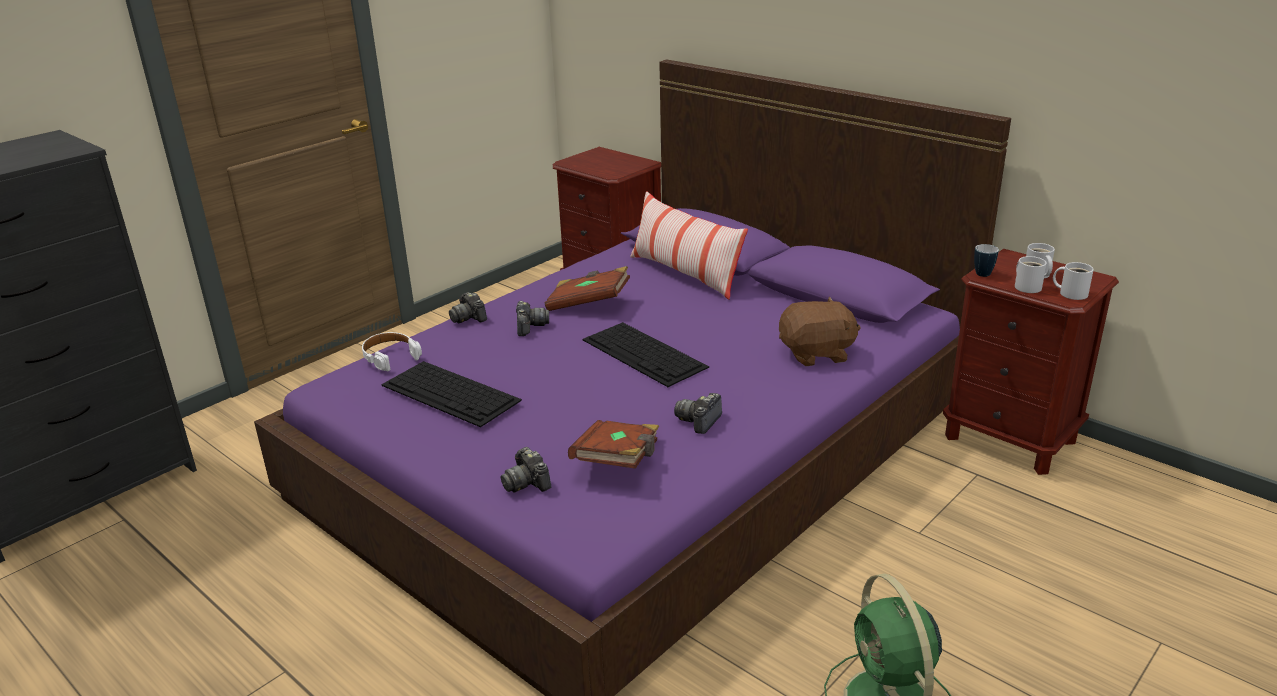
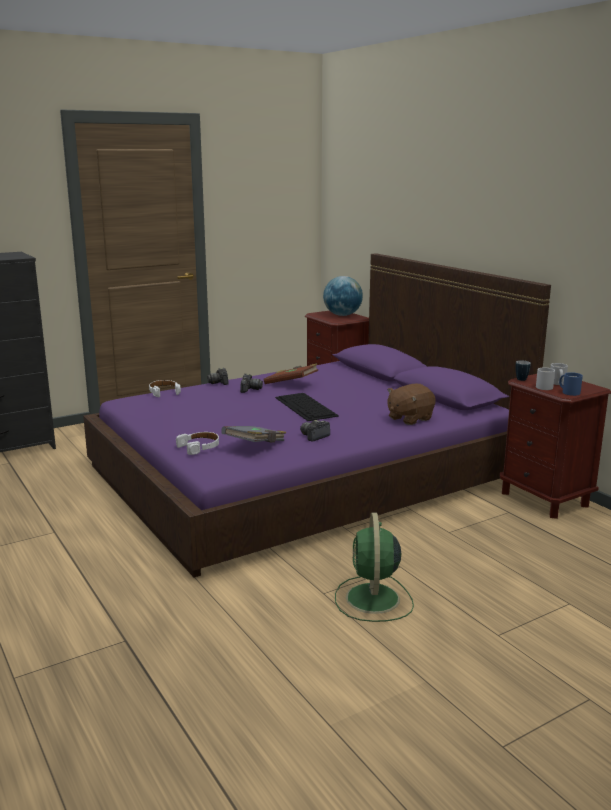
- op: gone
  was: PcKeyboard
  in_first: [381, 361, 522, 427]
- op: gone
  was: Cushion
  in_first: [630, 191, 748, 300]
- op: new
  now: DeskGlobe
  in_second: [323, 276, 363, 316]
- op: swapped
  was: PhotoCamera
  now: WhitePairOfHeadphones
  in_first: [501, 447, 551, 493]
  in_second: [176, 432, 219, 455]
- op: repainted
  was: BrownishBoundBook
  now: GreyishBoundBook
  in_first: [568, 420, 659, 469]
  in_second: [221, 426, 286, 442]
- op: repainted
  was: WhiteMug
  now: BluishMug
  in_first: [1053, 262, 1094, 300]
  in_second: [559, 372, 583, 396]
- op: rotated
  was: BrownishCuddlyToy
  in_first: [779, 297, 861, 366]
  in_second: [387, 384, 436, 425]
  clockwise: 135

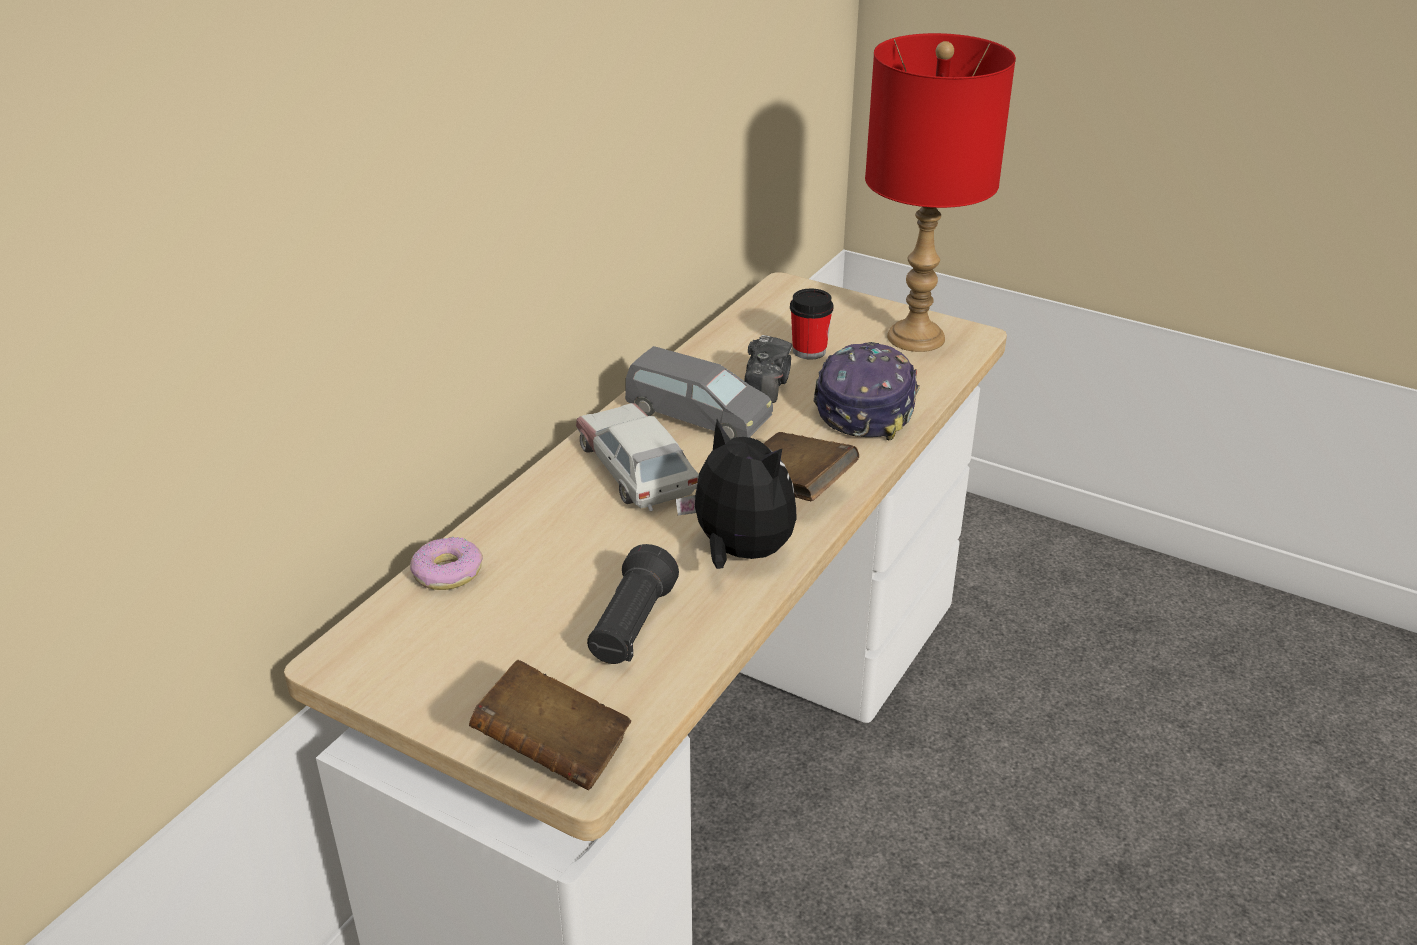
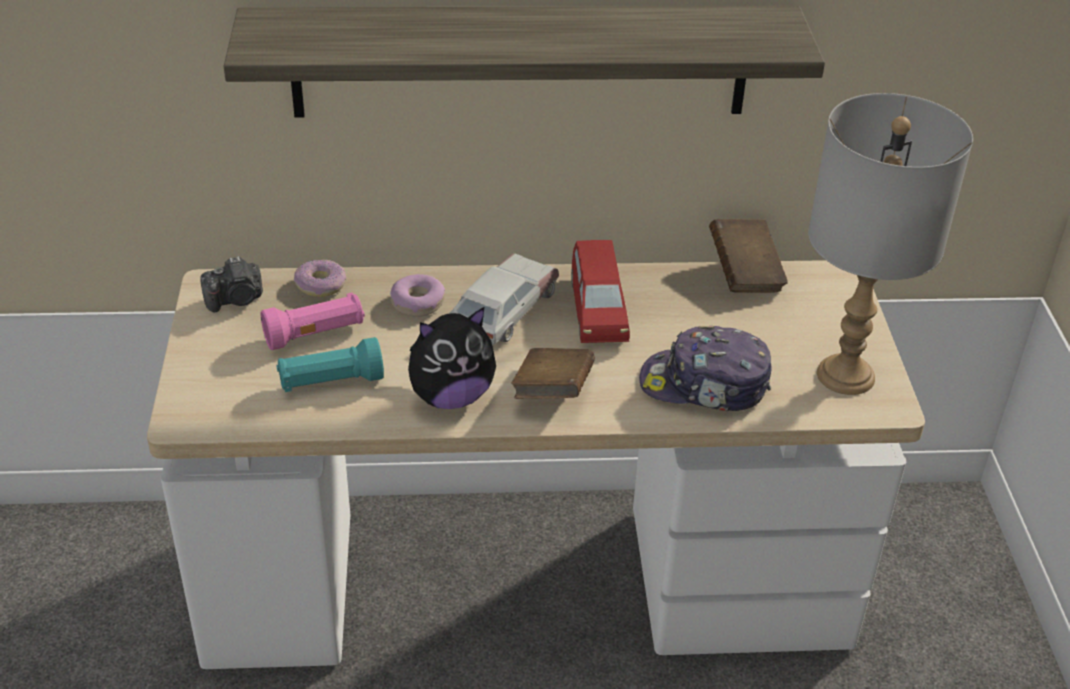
- op: gone
  was: DrinkingCup
  in_first: [790, 288, 833, 360]
- op: new
  now: WallShelf
  in_second: [224, 6, 825, 117]
- op: new
  now: PinkFlashlight
  in_second: [261, 293, 365, 350]
- op: new
  now: RingDoughnut
  in_second: [390, 274, 445, 317]
- op: shifted
  was: BrownishBoundBook
  in_first: [469, 660, 631, 791]
  in_second: [709, 219, 788, 293]
- op: shifted
  was: PhotoCamera
  in_first: [744, 335, 792, 403]
  in_second: [200, 256, 263, 312]
- op: repainted
  was: BlackFlashlight
  now: TurquoiseColouredFlashlight
  in_first: [587, 544, 679, 664]
  in_second: [276, 337, 384, 392]
- op: repainted
  was: GreyishMiniatureCar
  now: RedColouredMiniatureCar
  in_first: [625, 346, 773, 440]
  in_second: [571, 240, 630, 343]
- op: repainted
  was: RedColouredTabletopLamp
  now: GreyishTabletopLamp
  in_first: [865, 33, 1016, 352]
  in_second: [808, 93, 973, 395]
- op: rotated
  was: CuddlyToy
  in_first: [676, 419, 797, 569]
  in_second: [408, 307, 496, 409]
  clockwise: 60
- op: rotated
  was: PeakedCap
  in_first: [814, 342, 919, 441]
  in_second: [639, 326, 772, 411]
  clockwise: -150

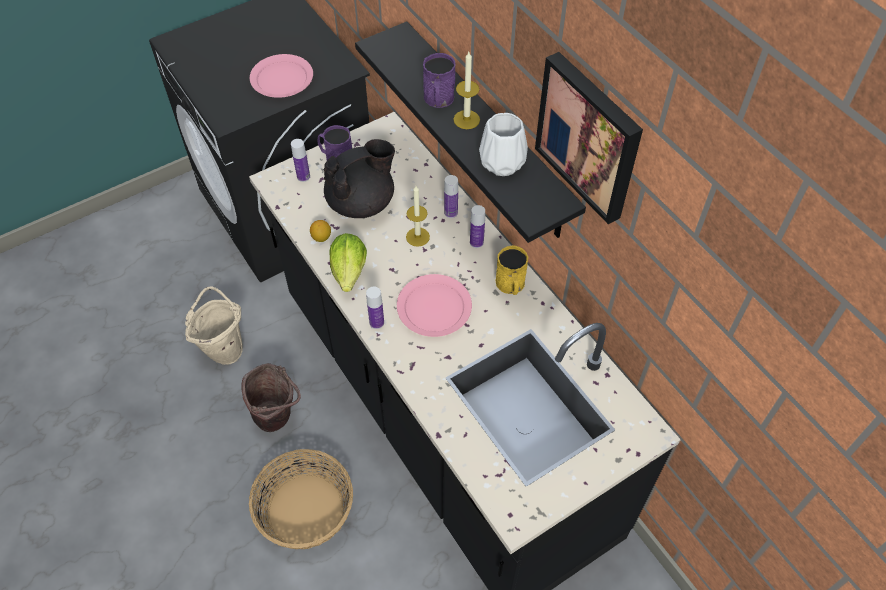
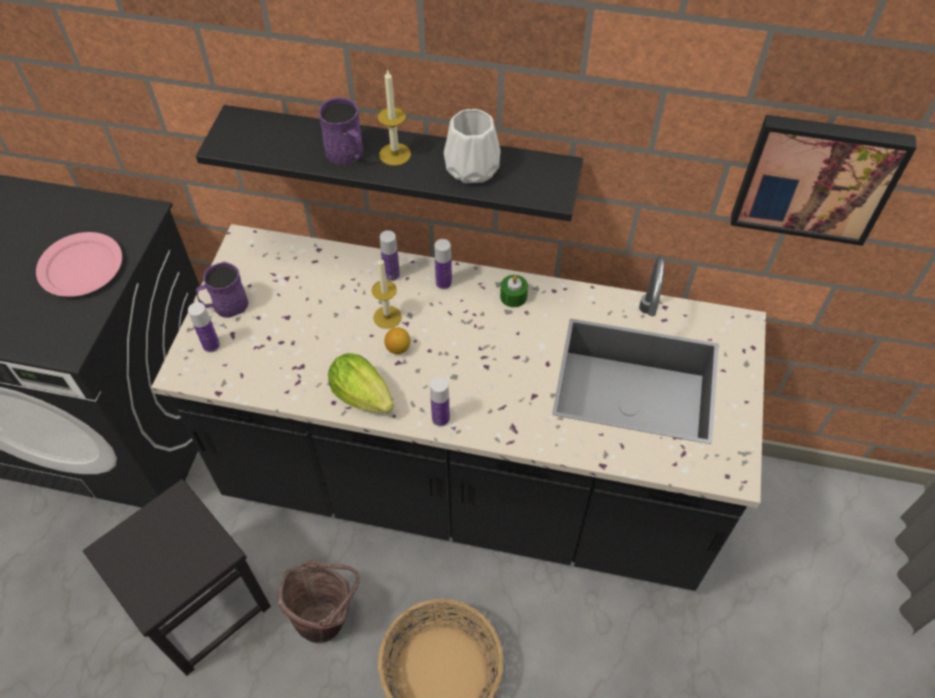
- op: gone
  was: BlackTeaPot
  in_first: [324, 139, 395, 218]
- op: gone
  was: PinkPlate
  in_first: [397, 274, 472, 337]
- op: shifted
  was: Lemon
  in_first: [310, 220, 331, 242]
  in_second: [384, 327, 410, 354]
- op: shifted
  was: Picture
  in_first: [535, 52, 643, 224]
  in_second: [731, 115, 917, 246]
- op: swapped
  was: SandColouredBucket
  now: BlackStool
  in_first: [185, 287, 243, 365]
  in_second: [83, 479, 271, 676]
- op: swapped
  was: YellowMug
  now: GreenWaxLight
  in_first: [496, 245, 528, 295]
  in_second: [500, 275, 528, 307]

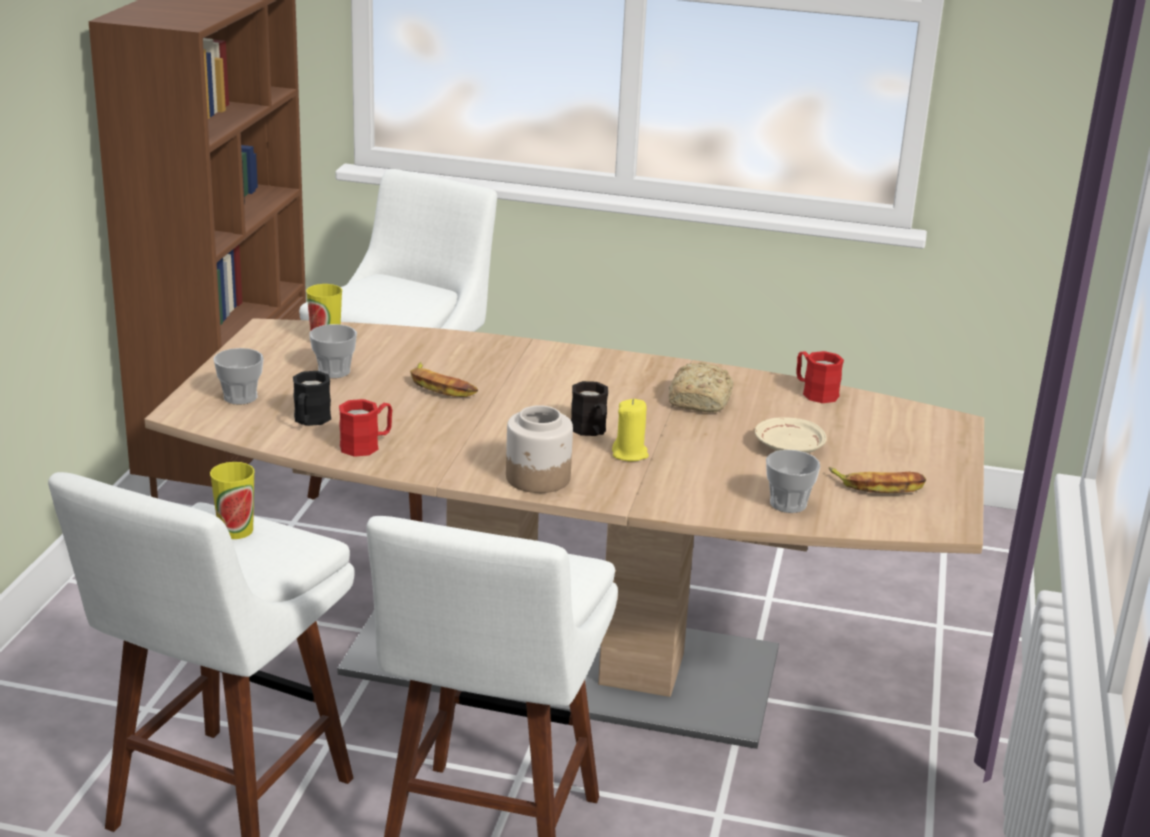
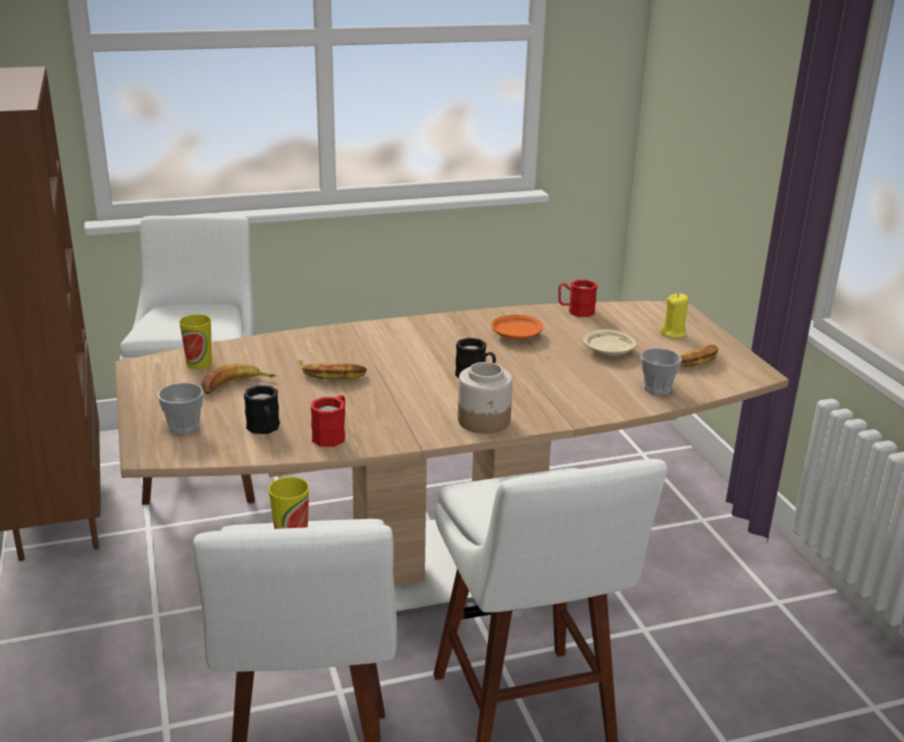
- op: shifted
  was: YellowWaxLight
  in_first: [612, 399, 649, 462]
  in_second: [660, 293, 689, 338]
- op: swapped
  was: DrinkingCup
  now: WholeBanana
  in_first: [309, 324, 357, 378]
  in_second: [201, 364, 276, 394]
- op: swapped
  was: BakedBread
  now: OrangeColouredPlate
  in_first: [669, 362, 733, 413]
  in_second: [491, 315, 543, 339]

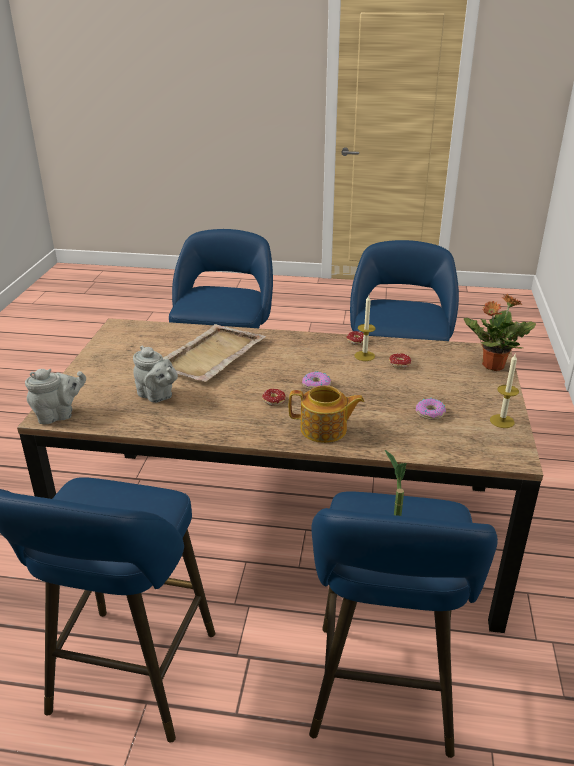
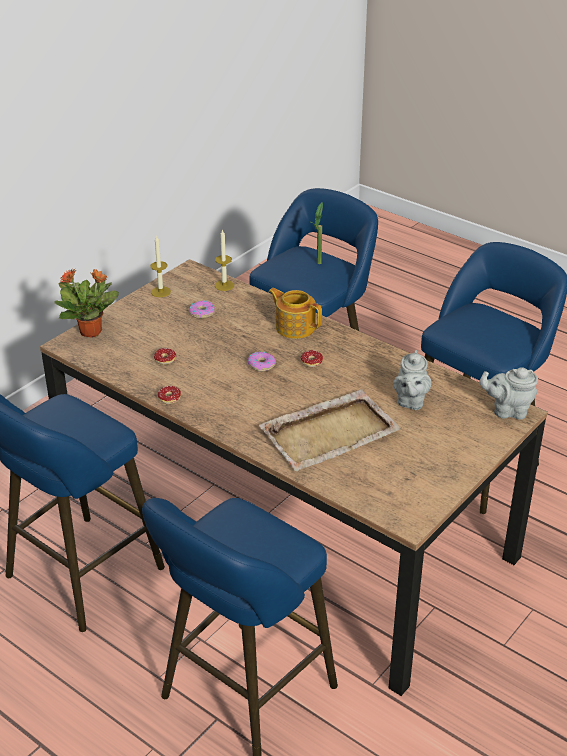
- op: shifted
  was: WaxLight
  in_first: [355, 296, 376, 361]
  in_second: [215, 229, 234, 291]
- op: rotated
  was: GreyishTeaPot
  in_first: [133, 345, 178, 403]
  in_second: [393, 350, 431, 410]
  clockwise: -150

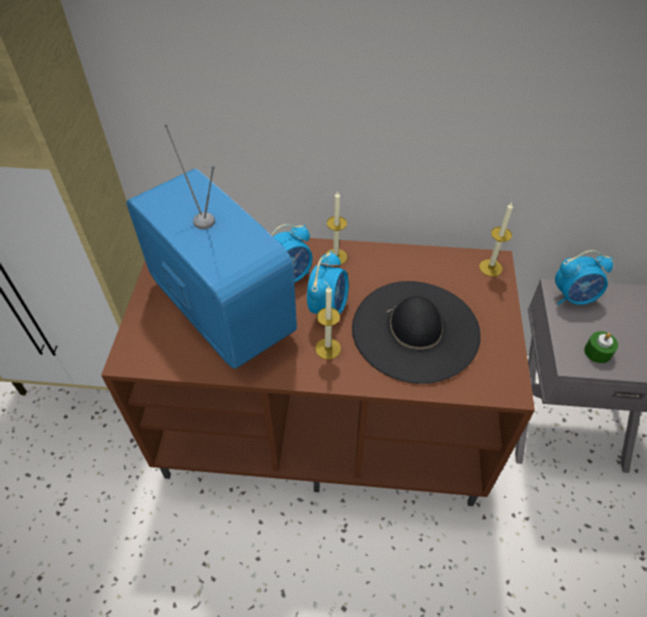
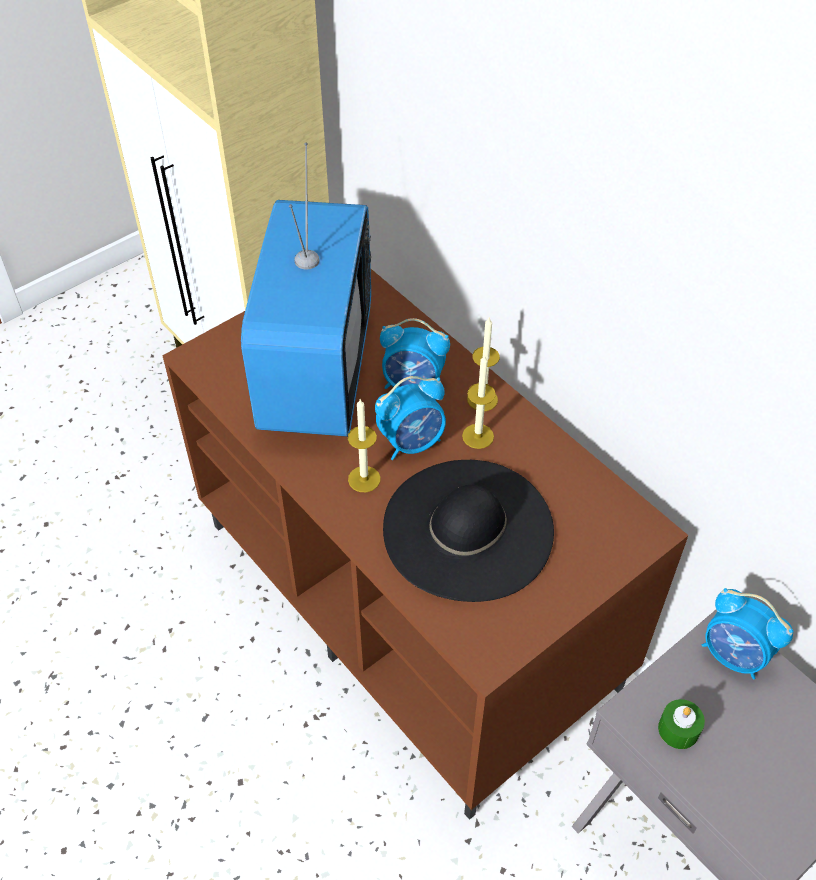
- op: shifted
  was: WaxLight
  in_first: [479, 202, 513, 277]
  in_second: [462, 354, 496, 449]

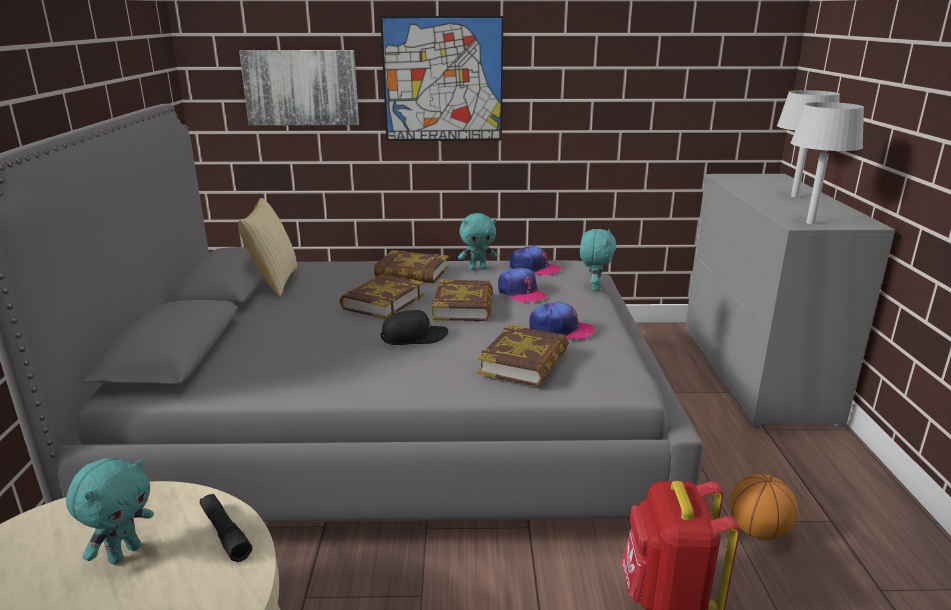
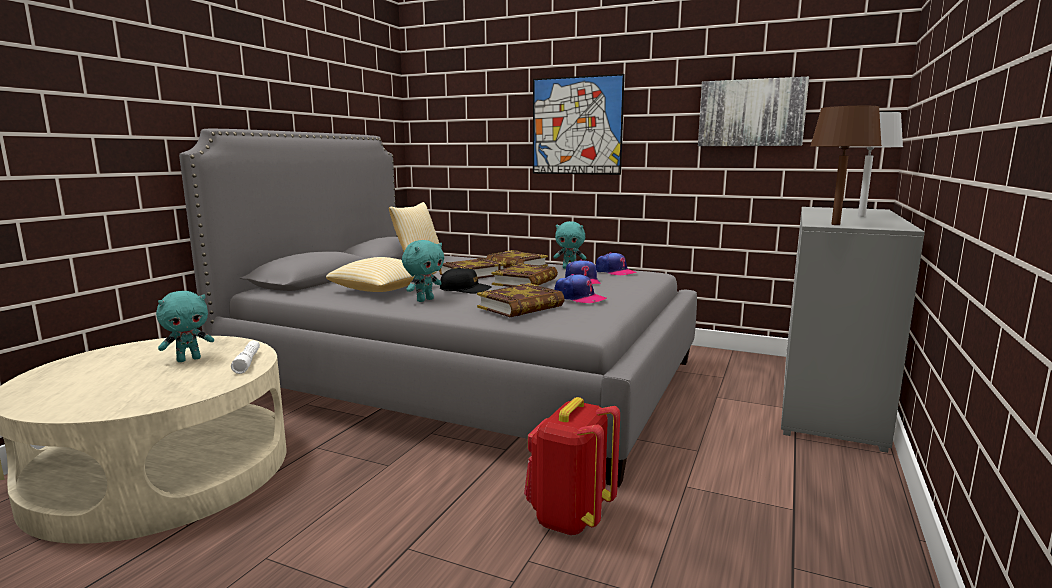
- op: gone
  was: Basketball
  in_first: [730, 474, 798, 540]
- op: new
  now: Cushion
  in_second: [326, 257, 437, 292]
- op: shifted
  was: Picture
  in_first: [239, 50, 359, 126]
  in_second: [698, 77, 809, 146]
- op: shifted
  was: TurquoiseColouredCuddlyToy
  in_first: [580, 229, 617, 291]
  in_second: [402, 240, 444, 302]
- op: repainted
  was: BlackFlashlight
  now: WhiteFlashlight
  in_first: [200, 494, 252, 562]
  in_second: [231, 341, 260, 374]
- op: repainted
  was: GreyishTabletopLamp
  now: BrownishTabletopLamp
  in_first: [790, 102, 864, 224]
  in_second: [811, 106, 882, 225]

